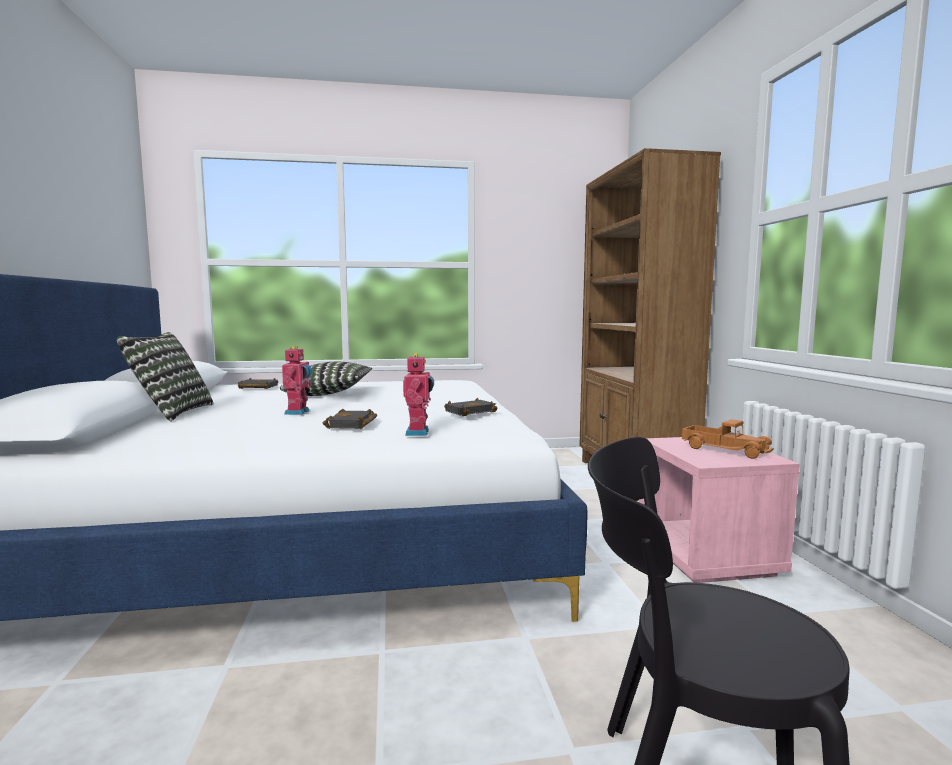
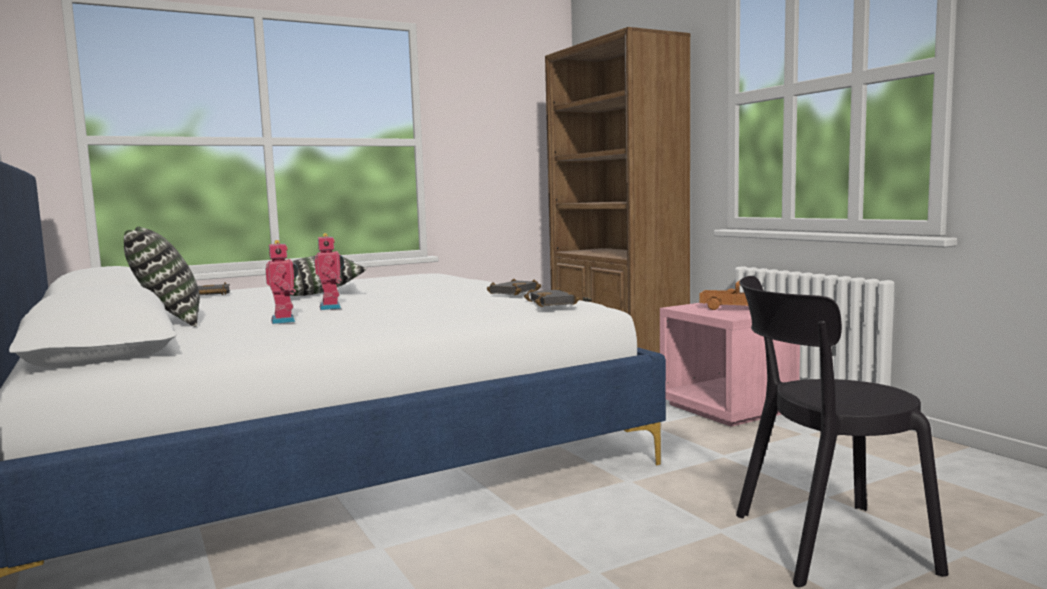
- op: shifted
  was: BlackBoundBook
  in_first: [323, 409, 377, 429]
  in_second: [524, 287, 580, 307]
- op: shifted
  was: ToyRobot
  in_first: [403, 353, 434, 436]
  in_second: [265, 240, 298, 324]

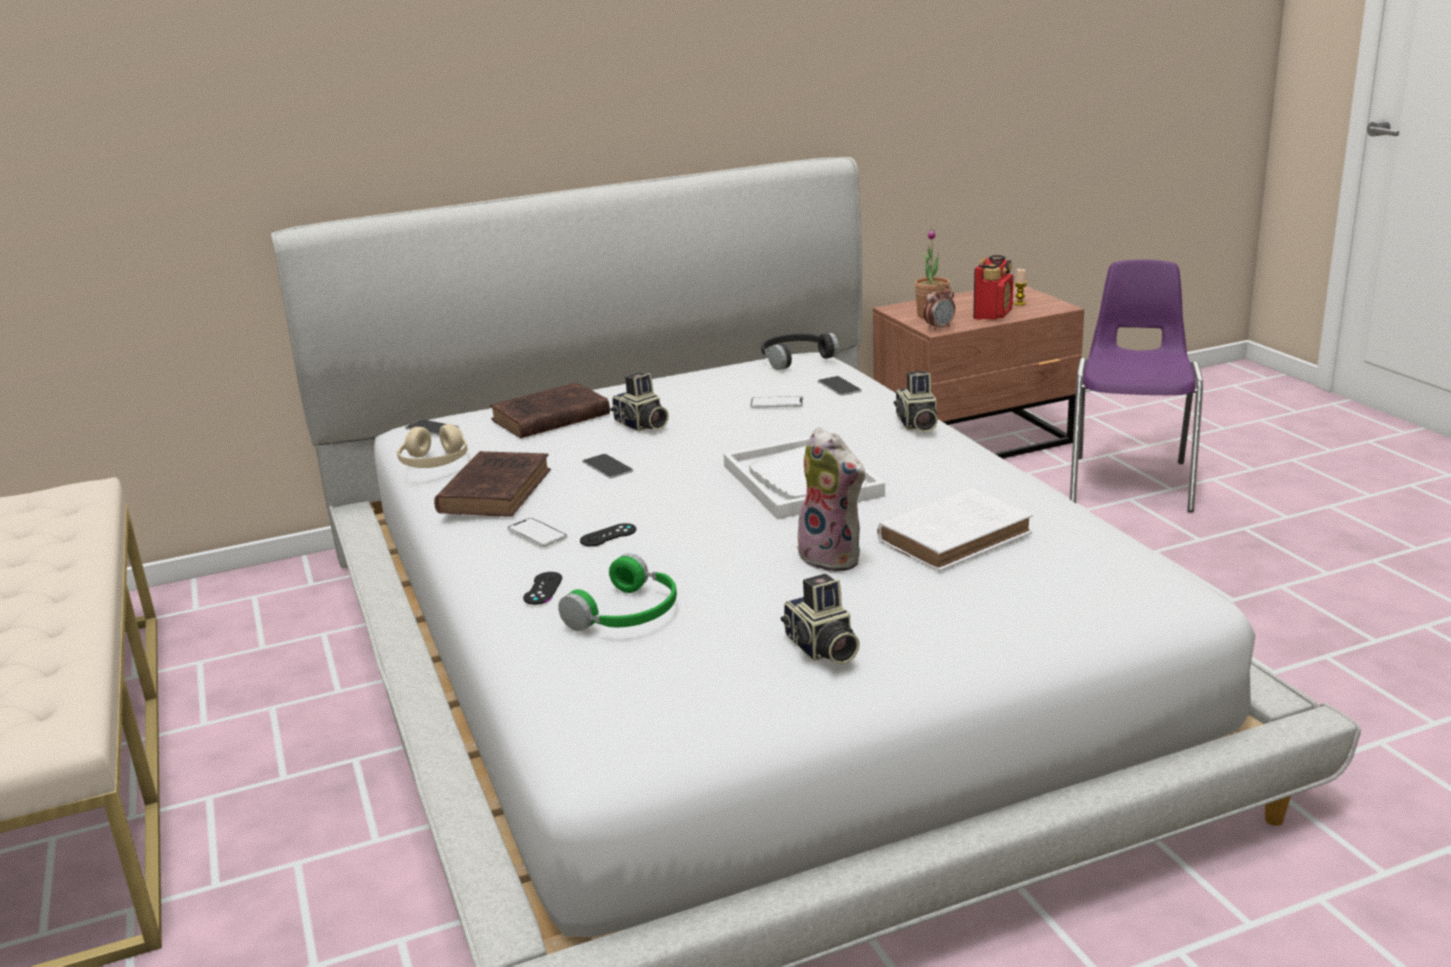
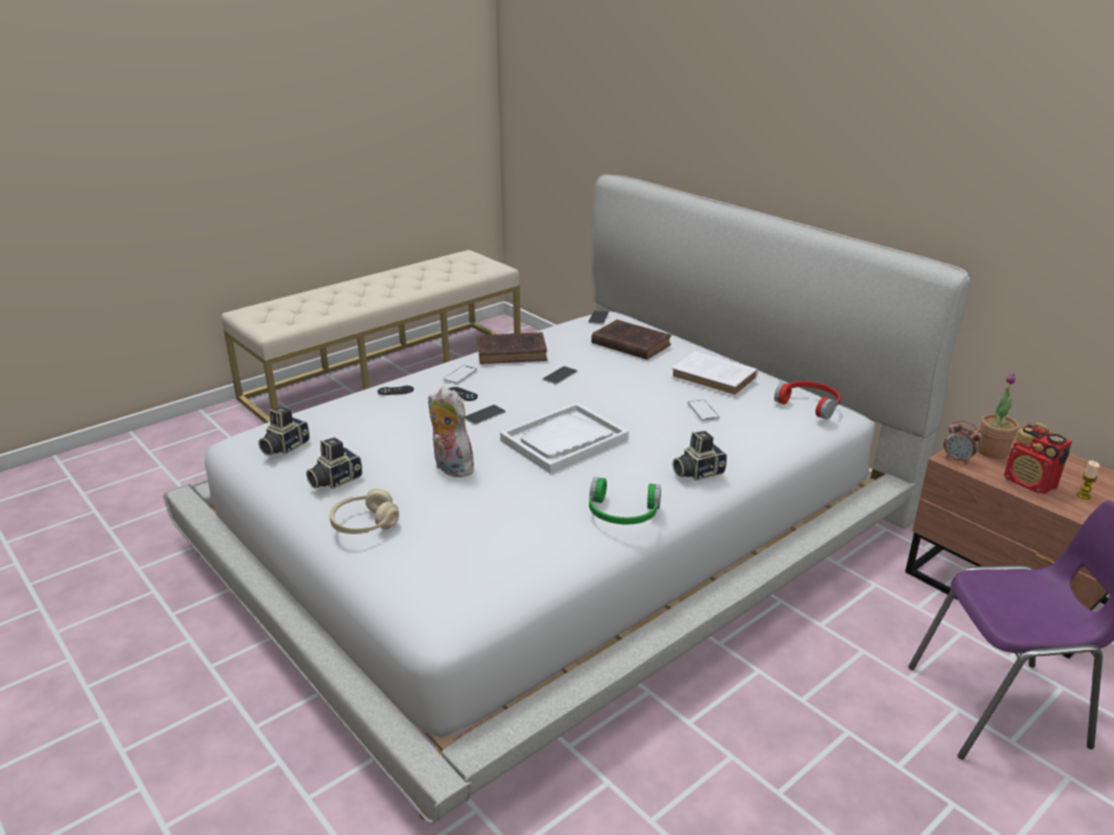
- op: shifted
  was: SandColouredPairOfHeadphones
  in_first: [397, 423, 468, 468]
  in_second: [329, 488, 399, 534]
- op: shifted
  was: GreenPairOfHeadphones
  in_first: [558, 553, 677, 631]
  in_second: [589, 477, 661, 525]
- op: shifted
  was: PhotoCamera
  in_first: [610, 372, 669, 432]
  in_second: [258, 406, 310, 456]
- op: shifted
  was: Telephone
  in_first: [818, 376, 862, 396]
  in_second: [465, 405, 506, 425]
- op: shifted
  was: WhiteBoundBook
  in_first: [878, 488, 1033, 572]
  in_second: [671, 351, 758, 397]
- op: repainted
  was: BlackPairOfHeadphones
  now: RedColouredPairOfHeadphones
  in_first: [761, 333, 839, 370]
  in_second: [774, 381, 841, 420]
- op: rotated
  was: CuddlyToy
  in_first: [798, 427, 866, 572]
  in_second: [428, 387, 476, 477]
  clockwise: 105
- op: rotated
  was: Radio
  in_first: [973, 255, 1014, 320]
  in_second: [1004, 423, 1072, 494]
  clockwise: 45

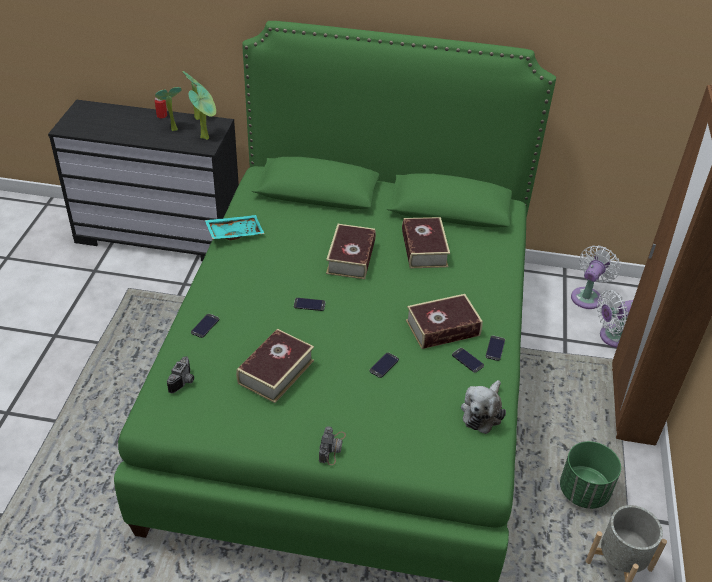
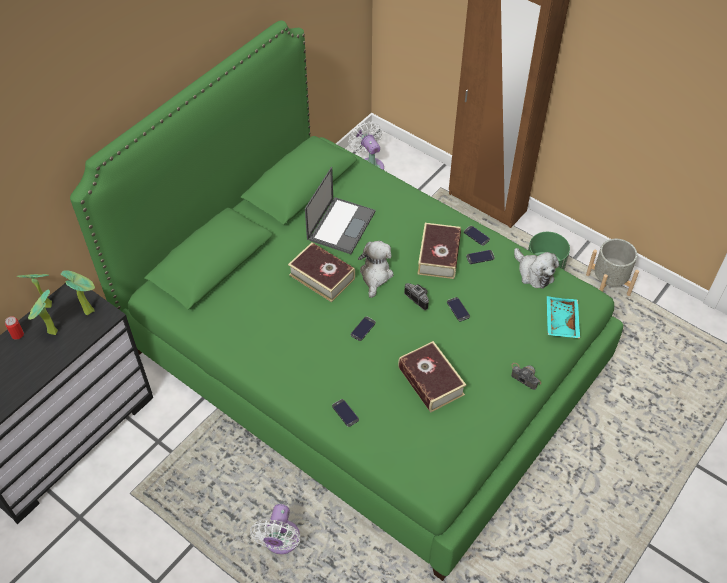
- op: new
  now: CuddlyToy
  in_second: [358, 241, 393, 298]
- op: shifted
  was: PhotoCamera
  in_first: [167, 356, 194, 393]
  in_second: [404, 283, 429, 310]
- op: shifted
  was: TurquoiseColouredServingTray
  in_first: [205, 215, 265, 240]
  in_second: [547, 296, 580, 338]
- op: shifted
  was: WhiteFan
  in_first: [597, 290, 633, 348]
  in_second: [250, 504, 301, 554]
- op: swapped
  was: BoundBook
  now: Laptop
  in_first: [402, 217, 450, 268]
  in_second: [305, 167, 376, 254]

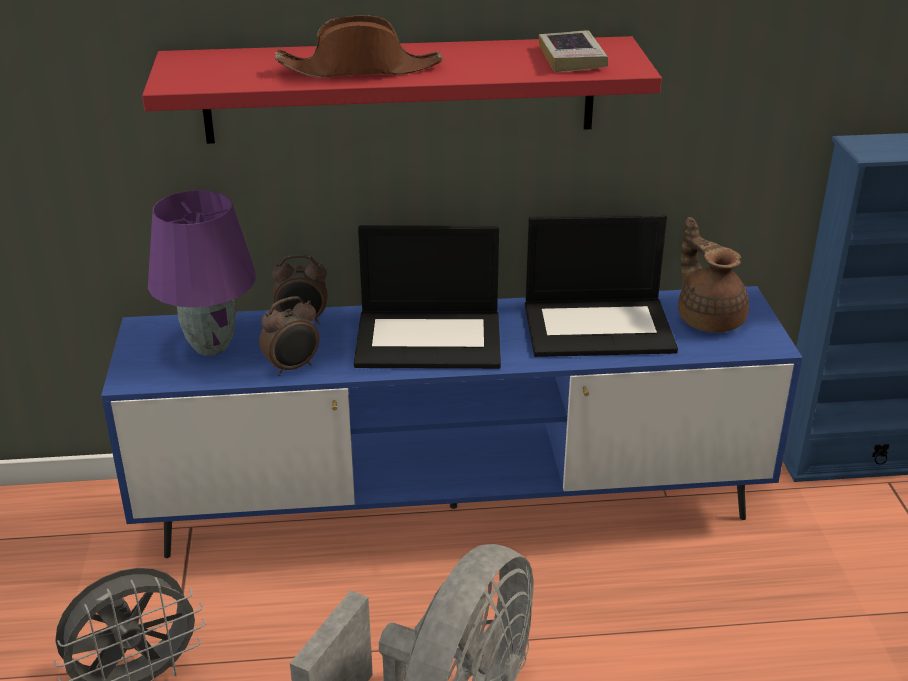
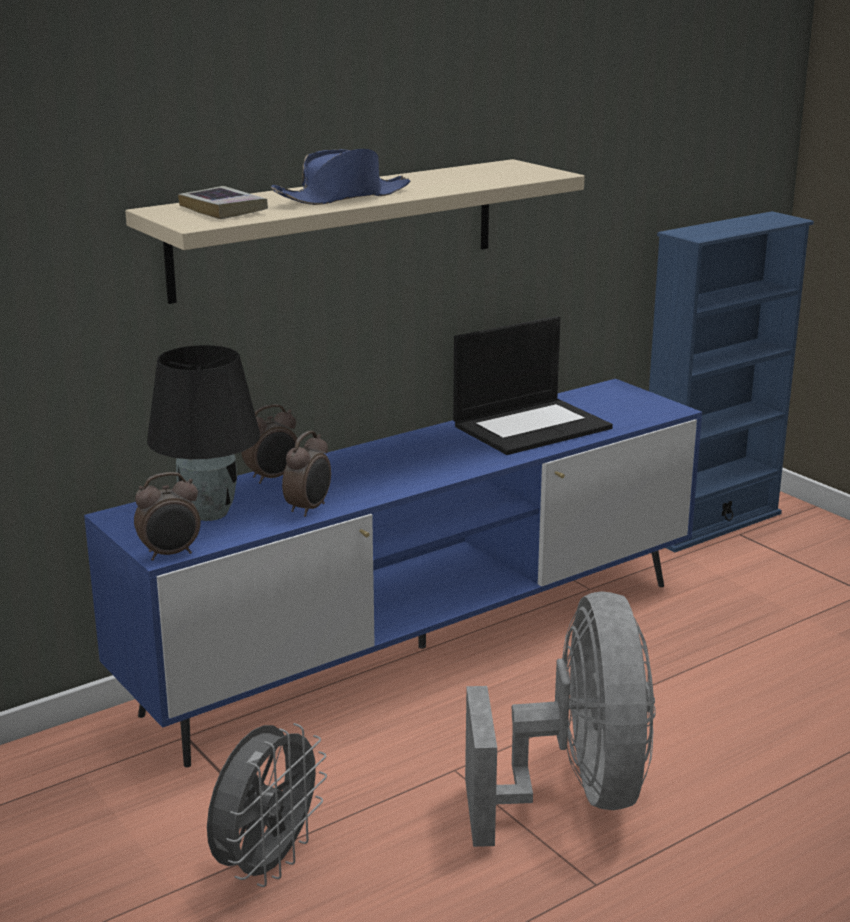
- op: gone
  was: Laptop
  in_first: [354, 225, 501, 369]
- op: gone
  was: BrownishTeaPot
  in_first: [678, 217, 749, 332]
- op: new
  now: AlarmClock
  in_second: [134, 472, 200, 561]
- op: shifted
  was: BoundBook
  in_first: [539, 30, 608, 72]
  in_second: [178, 186, 268, 219]
- op: repainted
  was: RedColouredWallShelf
  now: SandColouredWallShelf
  in_first: [142, 36, 662, 144]
  in_second: [125, 159, 585, 304]
- op: repainted
  was: PurpleColouredTabletopLamp
  now: BlackTabletopLamp
  in_first: [148, 190, 256, 356]
  in_second: [147, 345, 260, 521]
- op: repainted
  was: BrownishHat
  now: BluishHat
  in_first: [275, 15, 443, 78]
  in_second: [271, 149, 410, 205]

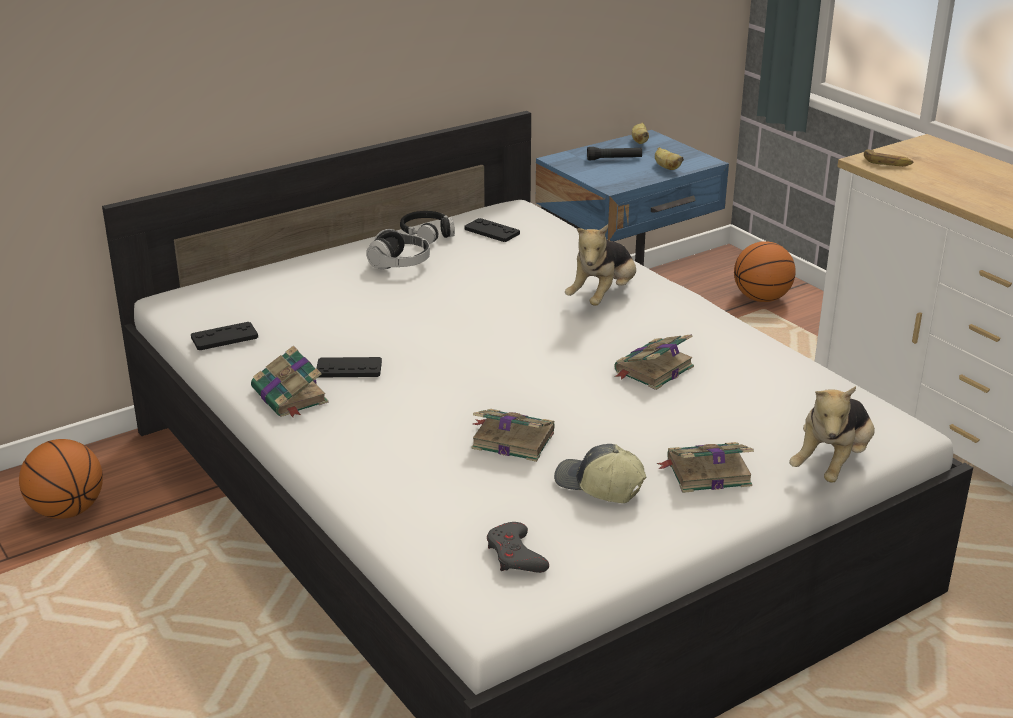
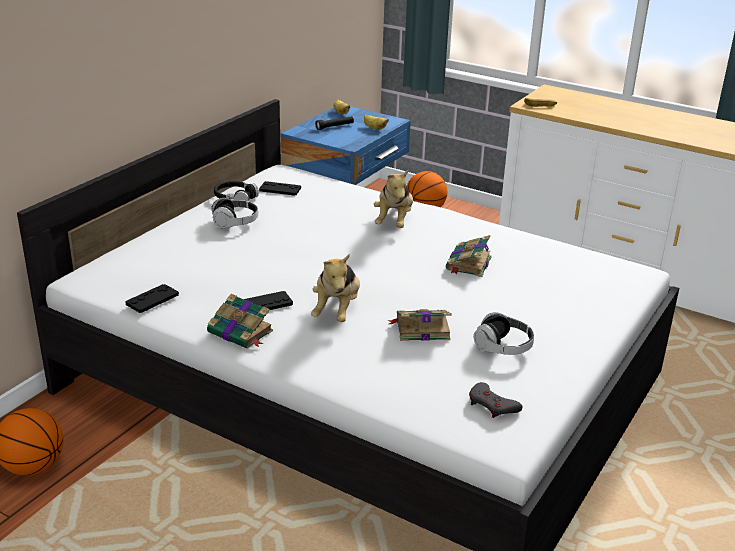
- op: gone
  was: BoundBook
  in_first: [656, 442, 754, 493]
- op: shifted
  was: CuddlyToy
  in_first: [789, 386, 875, 482]
  in_second: [311, 254, 360, 322]
- op: swapped
  was: PeakedCap
  now: PairOfHeadphones
  in_first: [554, 444, 647, 503]
  in_second: [474, 312, 534, 355]

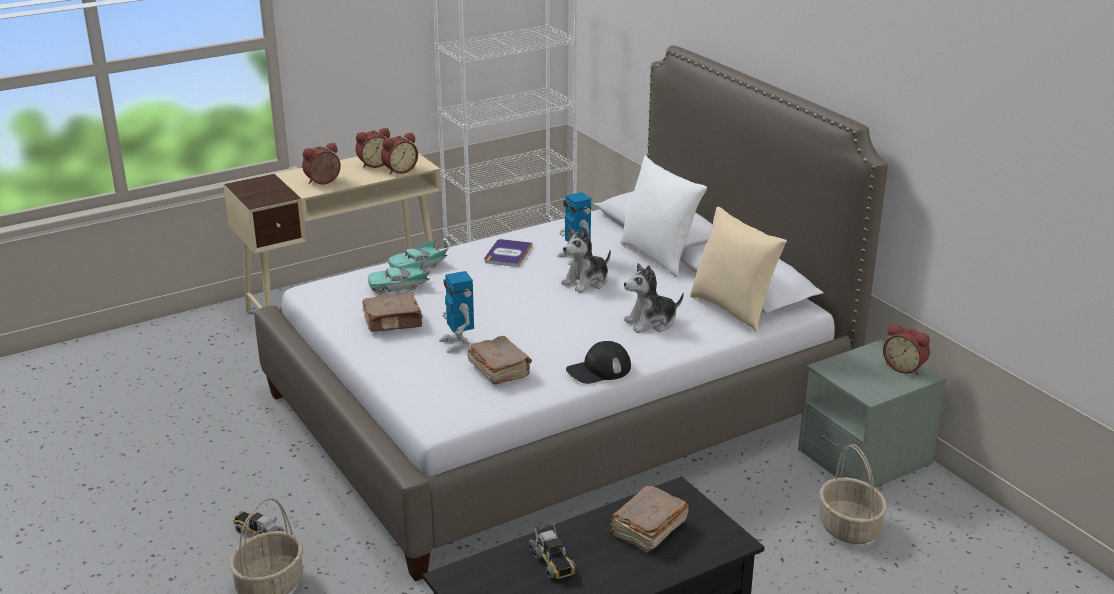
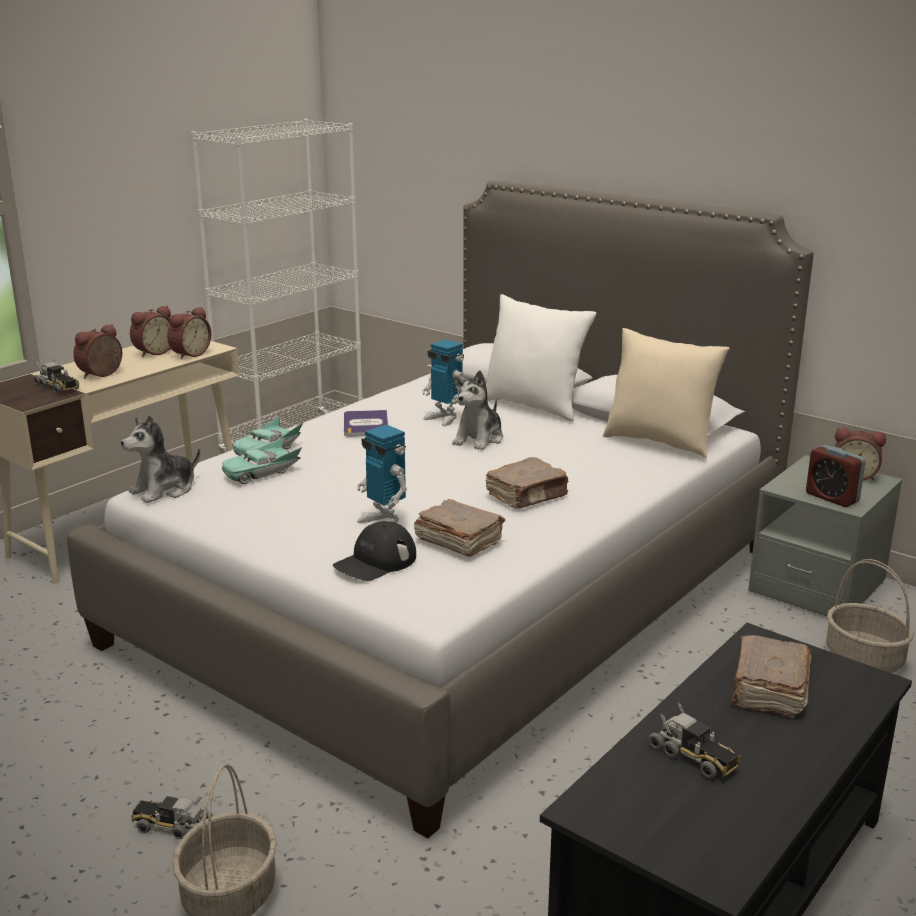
- op: new
  now: ToyTruck
  in_second: [33, 358, 79, 394]
- op: new
  now: AlarmClock
  in_second: [806, 445, 866, 507]
- op: shifted
  was: BrownishBoundBook
  in_first: [362, 292, 423, 332]
  in_second: [486, 457, 569, 509]
- op: shifted
  was: BlackPeakedCap
  in_first: [566, 341, 631, 384]
  in_second: [333, 521, 416, 581]
- op: shifted
  was: CuddlyToy
  in_first: [624, 263, 684, 333]
  in_second: [121, 415, 200, 503]

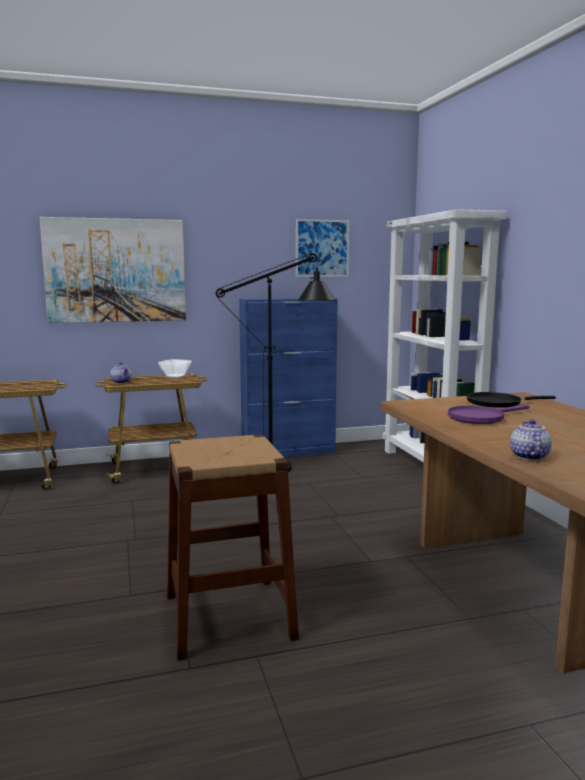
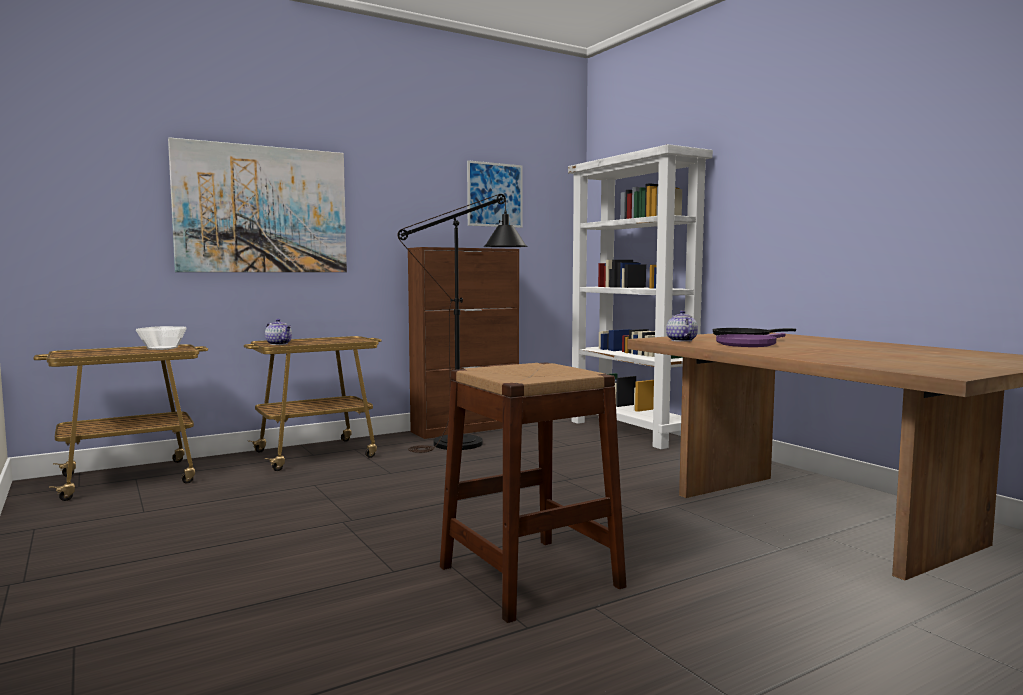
- op: shifted
  was: DeepDish
  in_first: [158, 359, 192, 378]
  in_second: [136, 326, 187, 350]
- op: shifted
  was: TeaPot
  in_first: [510, 419, 552, 460]
  in_second: [666, 310, 698, 342]
- op: repainted
  was: BluishCabinet
  now: BrownishCabinet
  in_first: [239, 298, 338, 457]
  in_second: [408, 247, 519, 439]

